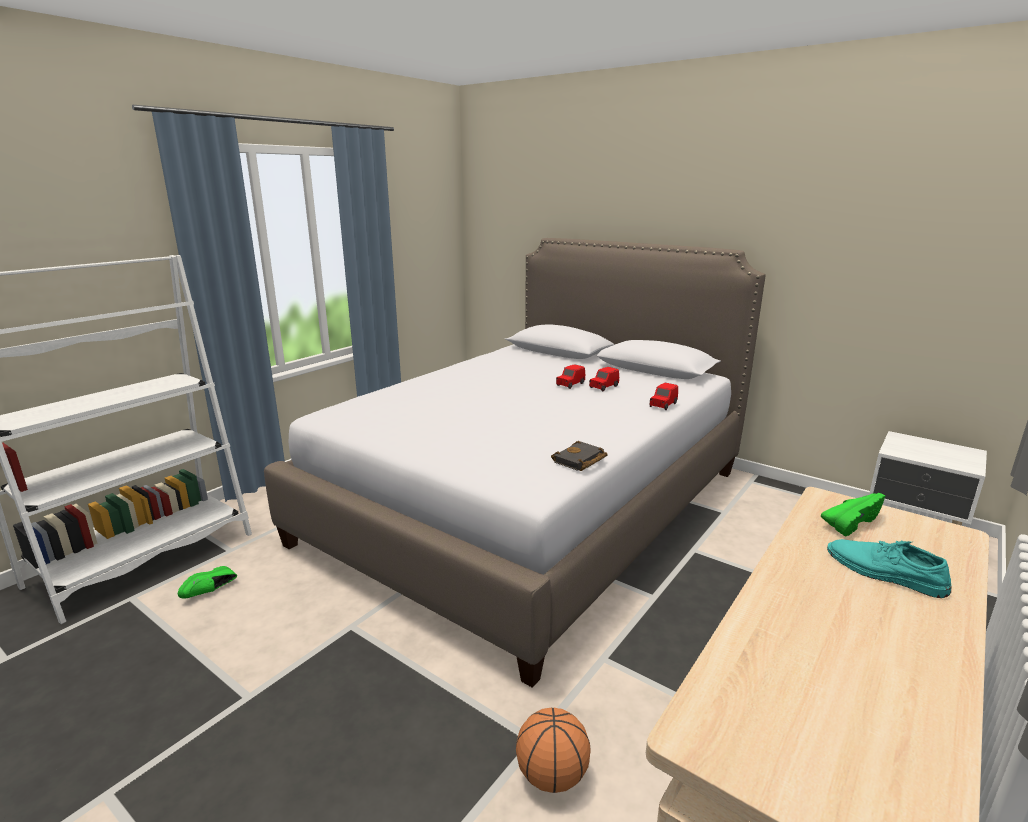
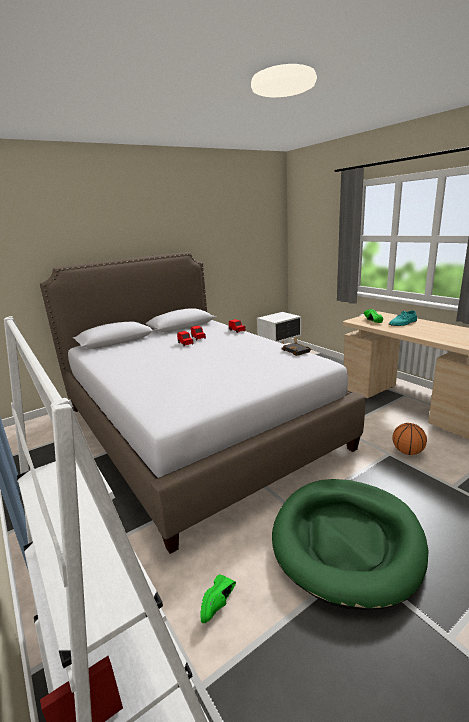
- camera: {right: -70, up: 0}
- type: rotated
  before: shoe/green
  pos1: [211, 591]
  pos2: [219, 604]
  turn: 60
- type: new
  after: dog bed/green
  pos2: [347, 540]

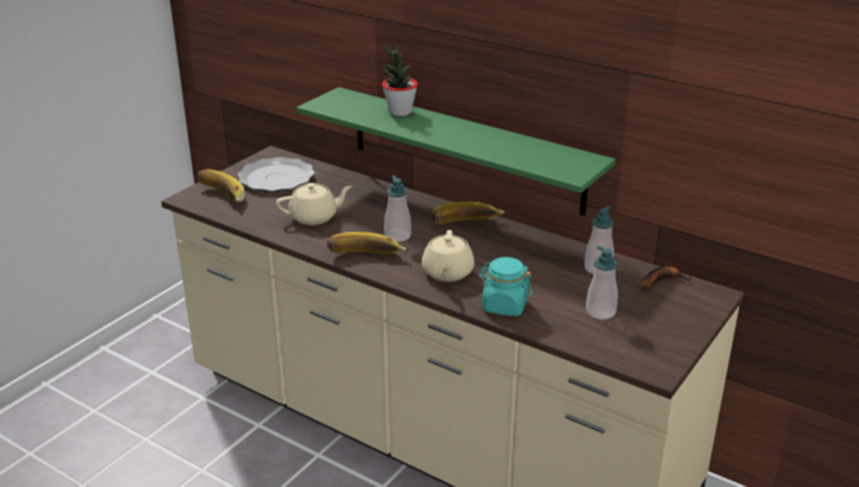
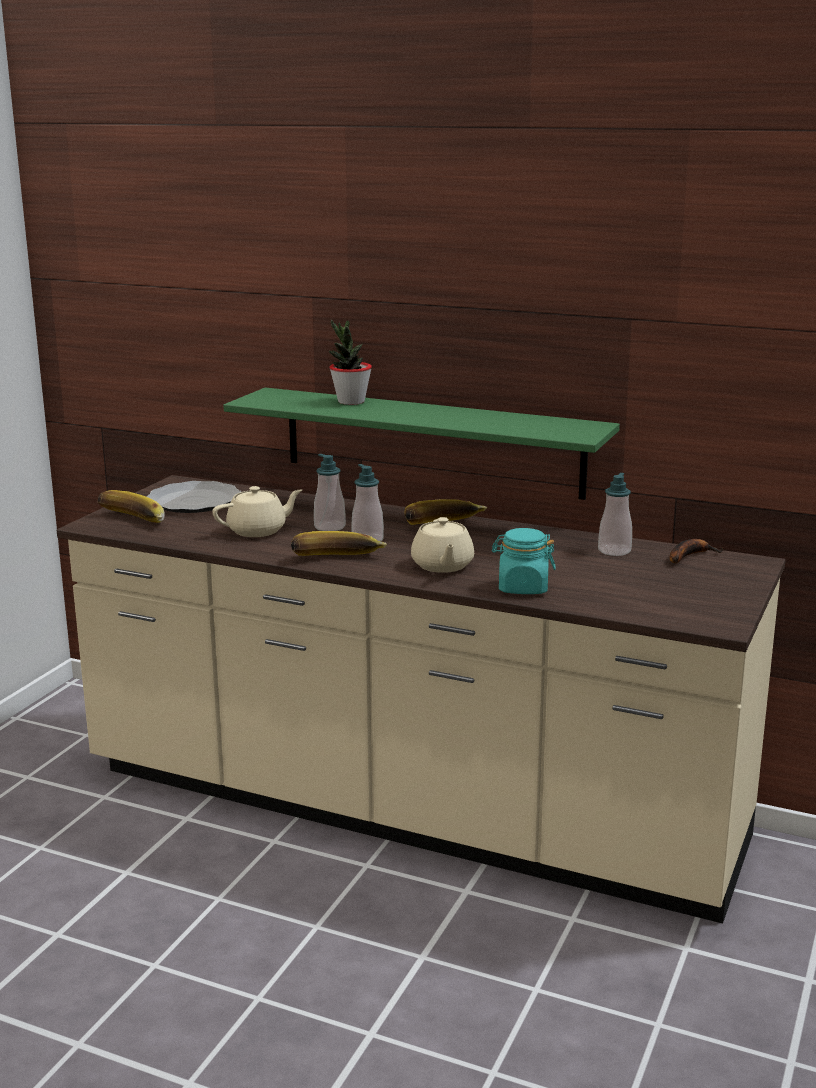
- camera: {right: -10, up: -10}
- type: shifted
  before: soap dispenser
  pos1: [600, 312]
  pos2: [329, 527]

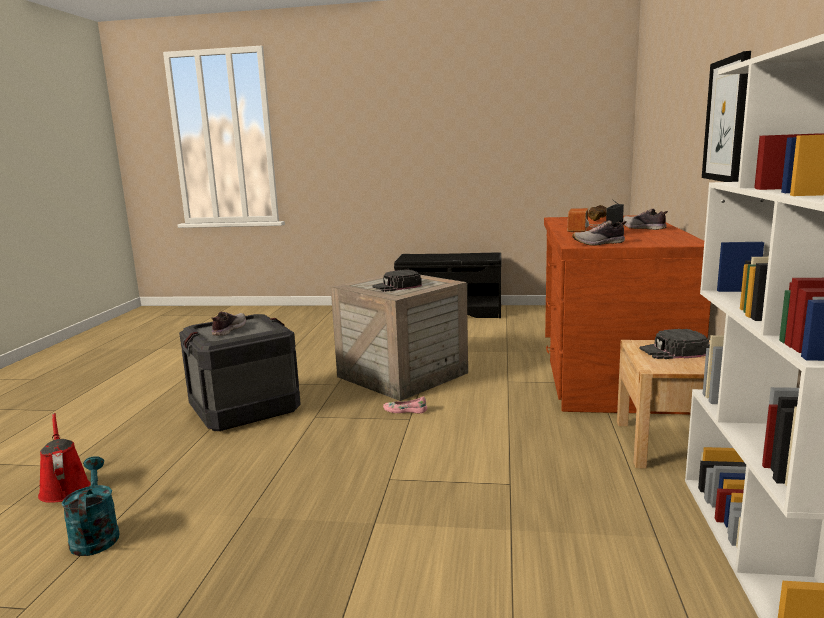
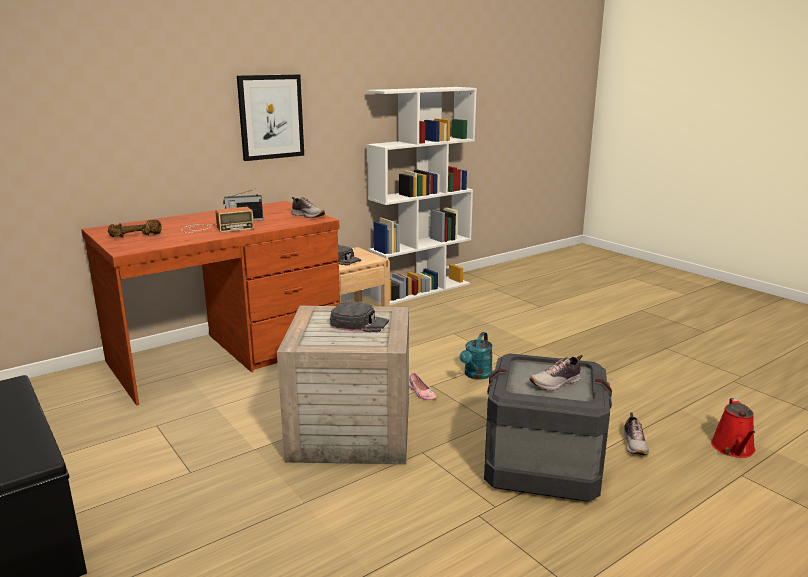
- camera: {right: -135, up: 5}
- type: shifted
  before: watering can/turquoise
  pos1: [95, 535]
  pos2: [476, 375]
- type: shifted
  before: shoe
  pos1: [643, 228]
  pos2: [635, 445]

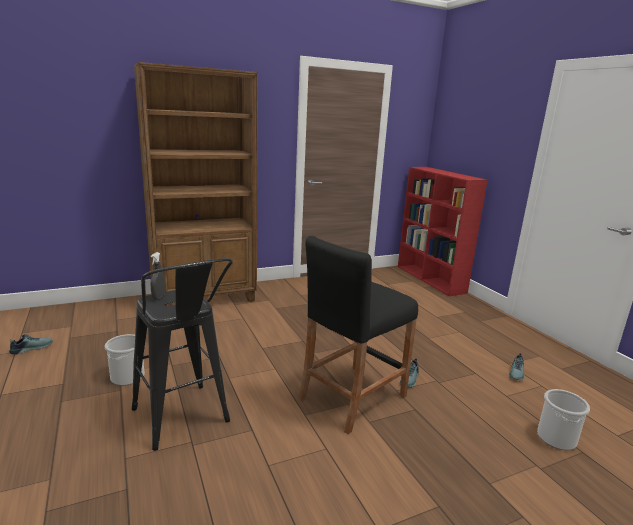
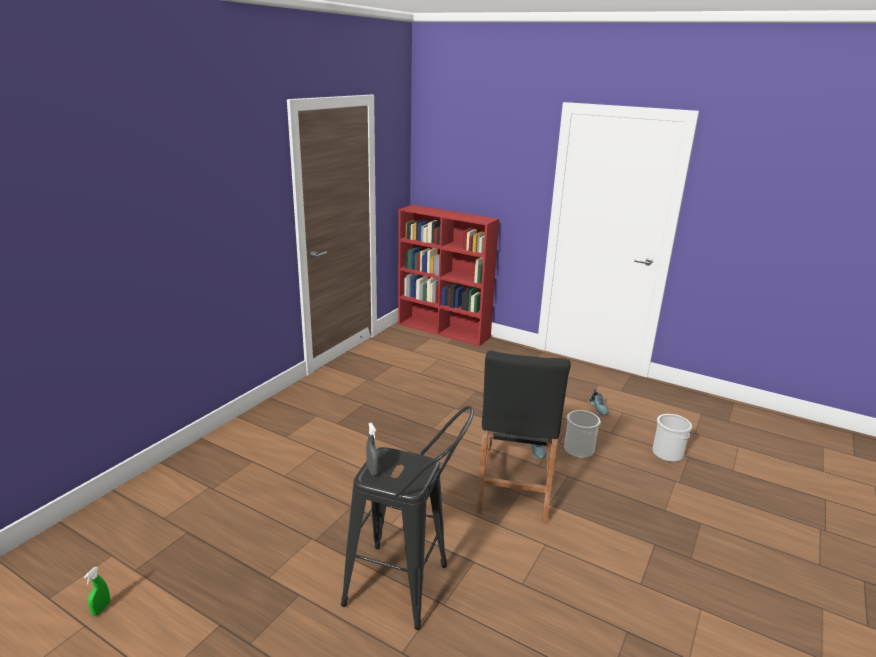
- camera: {right: -35, up: 5}
- type: swapped
  before: shoe
  after: spray bottle/green
  pos1: [31, 348]
  pos2: [101, 609]
- type: shifted
  before: bucket
  pos1: [127, 376]
  pos2: [578, 449]
- type: gone
  before: bookcase/brown
  pos1: [205, 298]

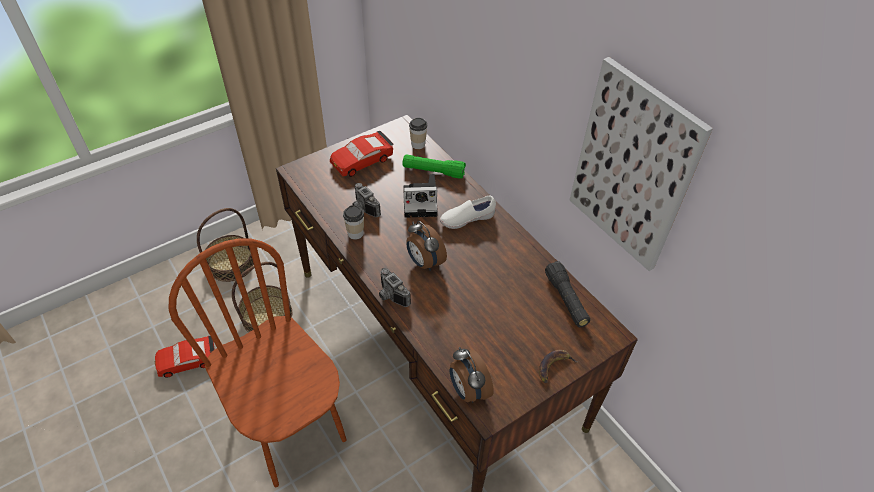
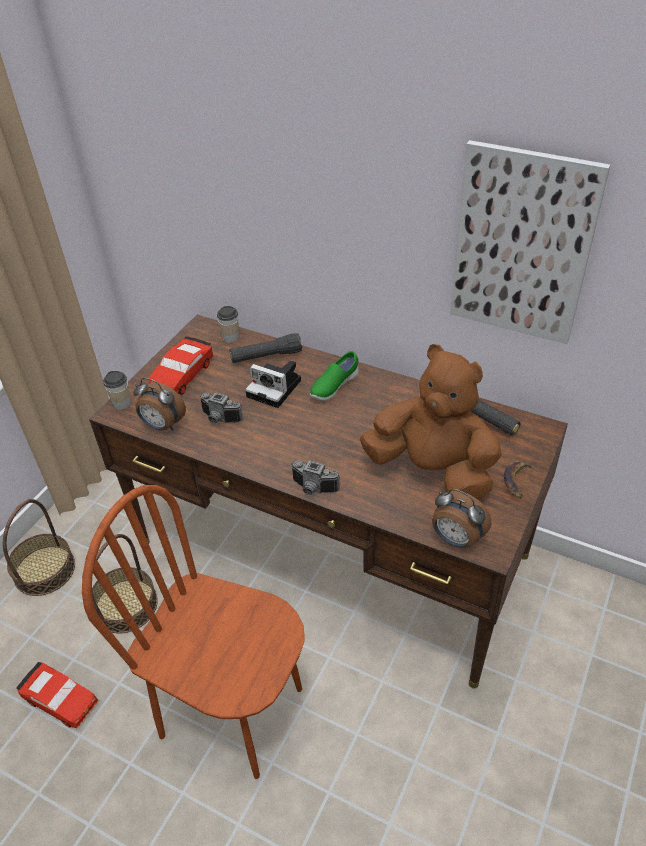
- camera: {right: -25, up: -5}
- type: rotated
  before: toy car/red
  pos1: [187, 360]
  pos2: [60, 699]
  turn: -105
- type: shifted
  before: cup
  pos1: [355, 233]
  pos2: [122, 404]
- type: shifted
  before: alarm clock
  pos1: [424, 262]
  pos2: [162, 426]
- type: repainted
  before: flashlight/green
  after: flashlight/black
  pos1: [433, 171]
  pos2: [266, 356]
- type: rotated
  before: photo camera
  pos1: [421, 202]
  pos2: [276, 388]
  turn: 60
- type: repainted
  before: shoe/white
  after: shoe/green
  pos1: [466, 219]
  pos2: [334, 387]
- type: new
  after: plush toy/brown
  pos2: [432, 470]

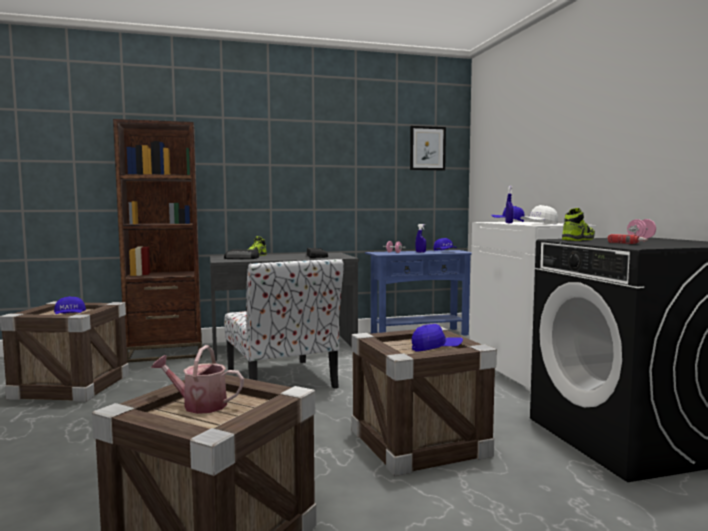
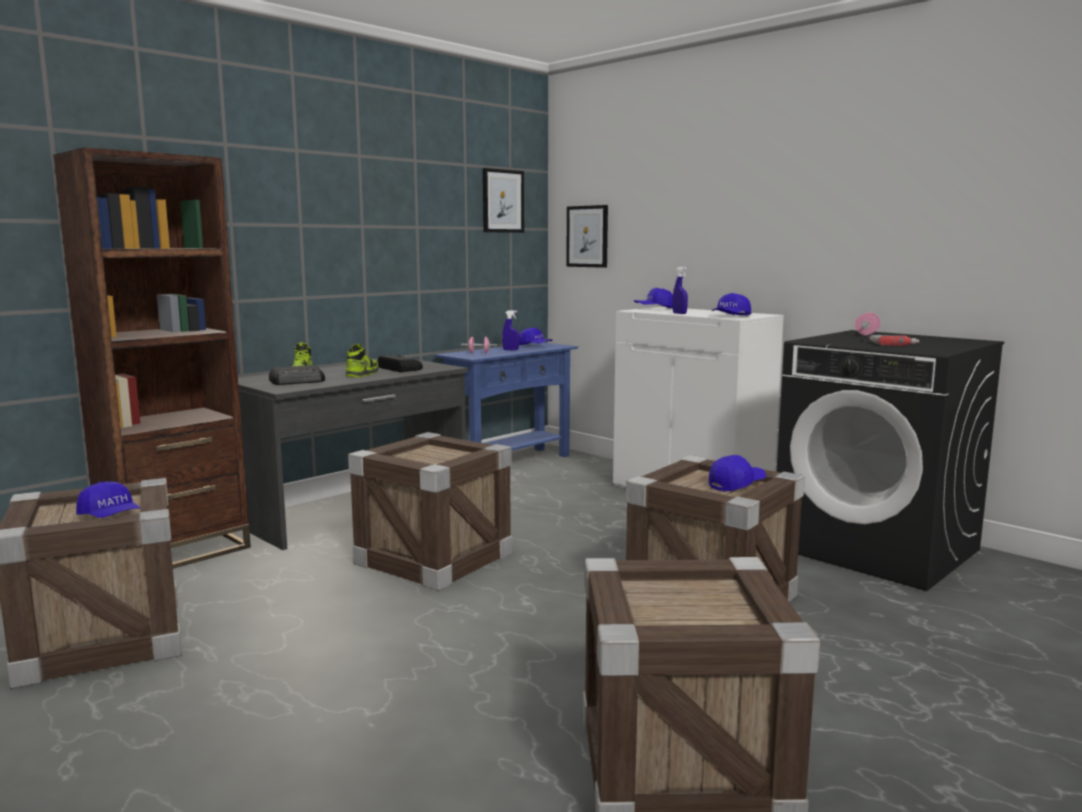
- camera: {right: -30, up: 5}
- type: shifted
  before: shoe
  pos1: [578, 239]
  pos2: [362, 374]
- type: swapped
  before: chair
  after: crate
  pos1: [282, 380]
  pos2: [434, 558]
- type: new
  after: picture
  pos2: [587, 236]
- type: repainted
  before: cap/white
  after: cap/blue
  pos1: [539, 224]
  pos2: [730, 316]
- type: gone
  before: watering can
  pos1: [199, 405]

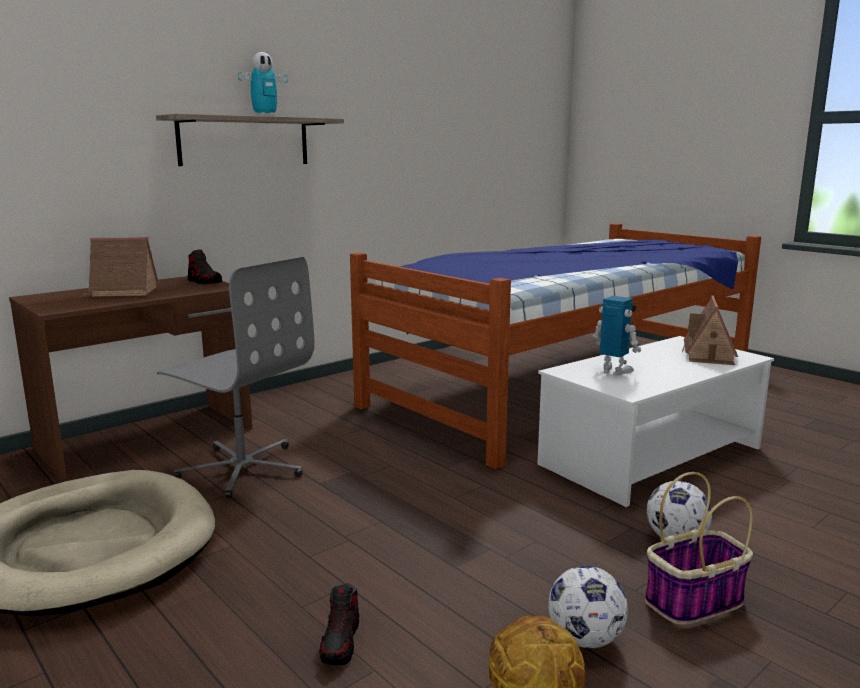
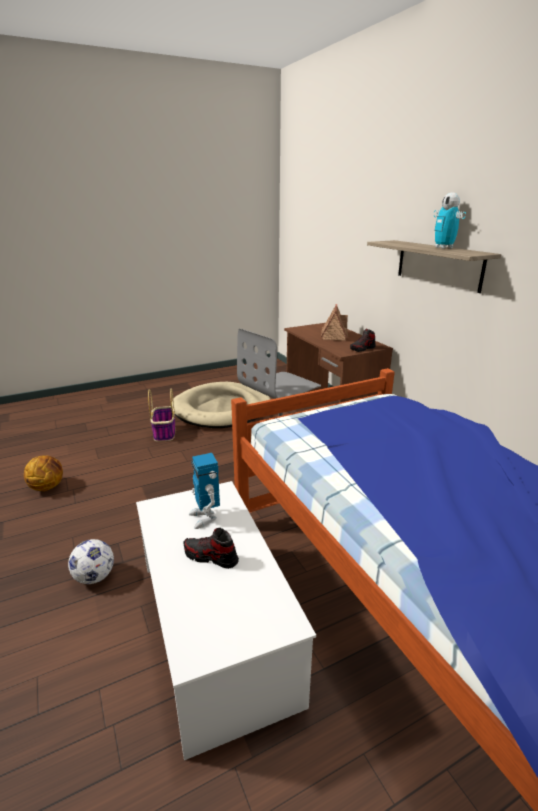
- camera: {right: 105, up: 10}
- type: shifted
  before: basket
  pos1: [693, 602]
  pos2: [164, 432]
- type: shifted
  before: shoe
  pos1: [341, 642]
  pos2: [211, 557]
- type: rotated
  before: toy robot
  pos1: [614, 371]
  pos2: [205, 517]
  turn: 105
- type: gone
  before: football
  pos1: [585, 639]
- type: gone
  before: toy house
  pos1: [709, 354]

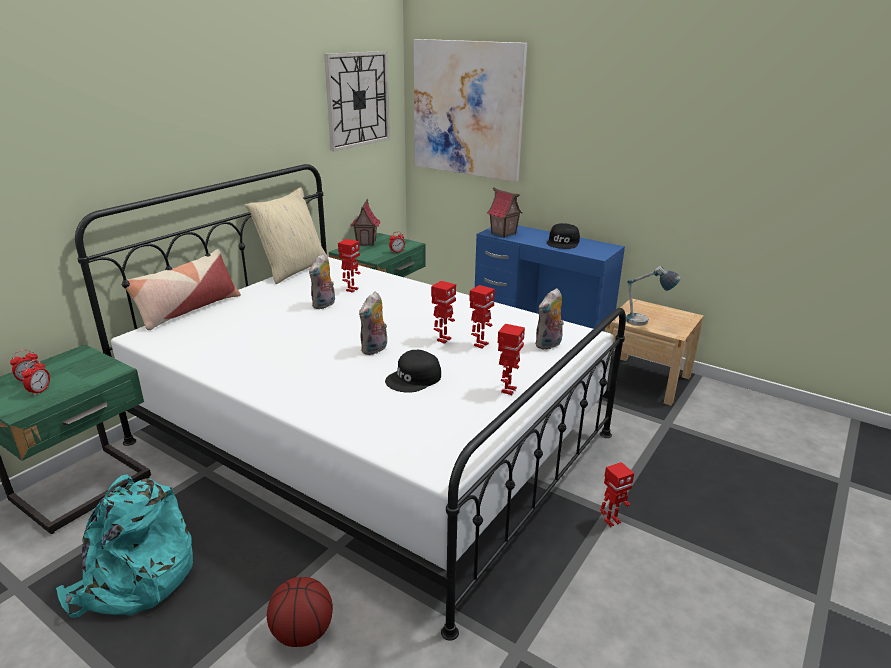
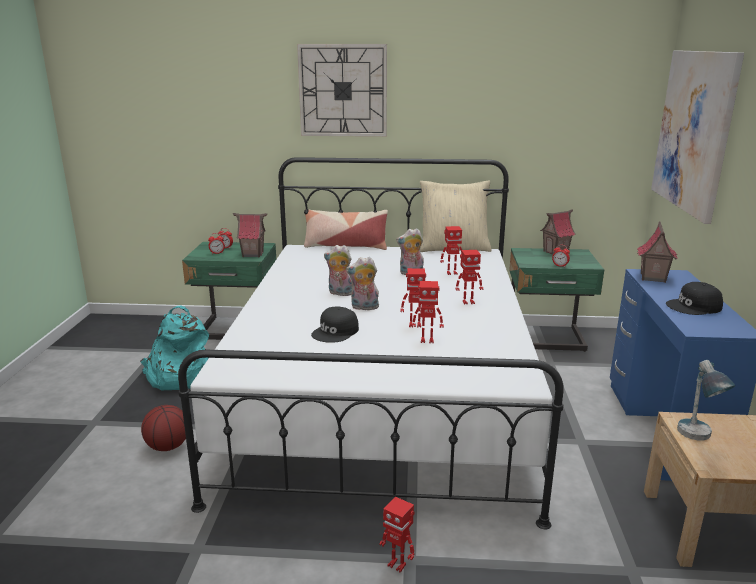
- camera: {right: 60, up: -5}
- type: new
  after: toy house
  pos2: [253, 254]
- type: shifted
  before: wall clock
  pos1: [358, 100]
  pos2: [343, 91]
- type: rotated
  before: cap/black
  pos1: [414, 379]
  pos2: [336, 332]
  turn: -75
- type: shifted
  before: plush toy
  pos1: [548, 345]
  pos2: [339, 293]
- type: shifted
  before: toy robot
  pos1: [507, 390]
  pos2: [468, 302]

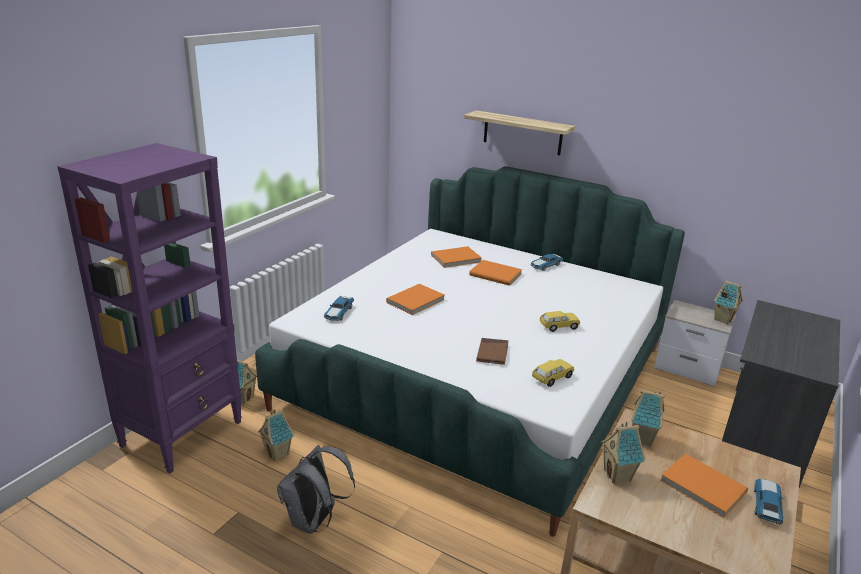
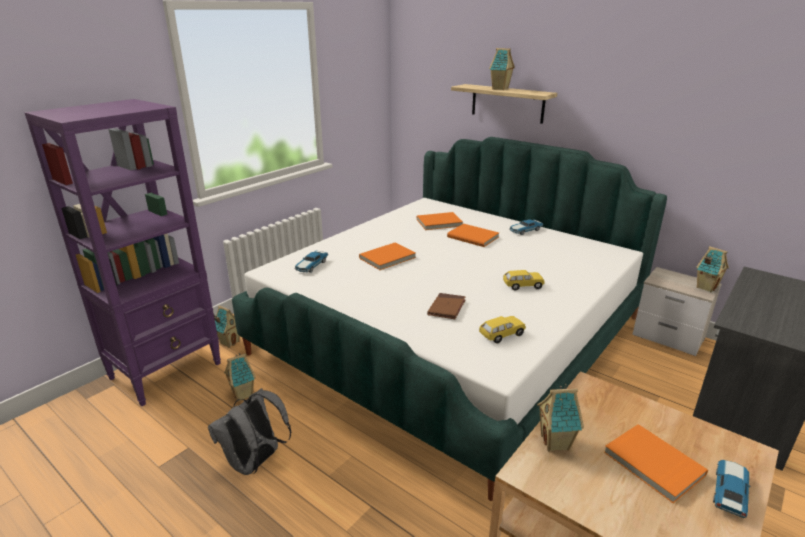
- camera: {right: 10, up: 0}
- type: shifted
  before: toy house
  pos1: [643, 439]
  pos2: [500, 89]

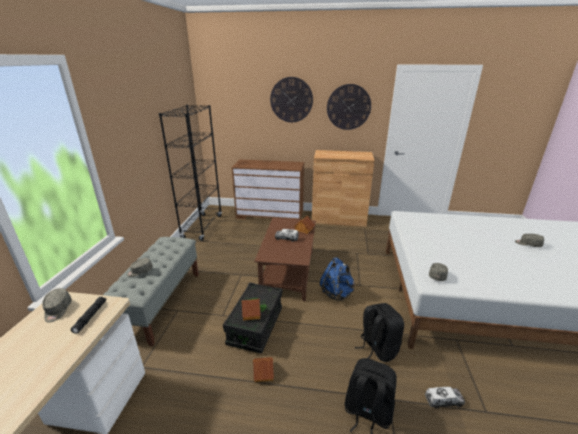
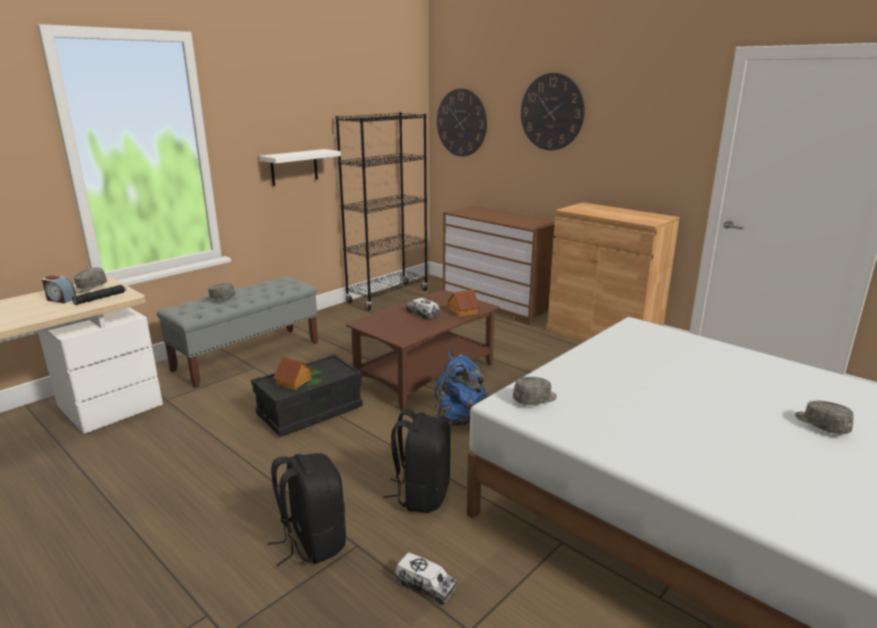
- camera: {right: 35, up: -5}
- type: new
  after: alarm clock
  pos2: [60, 299]
- type: new
  after: shelf/white
  pos2: [294, 167]
- type: shifted
  before: wall clock
  pos1: [348, 107]
  pos2: [461, 122]
- type: gone
  before: toy house
  pos1: [263, 372]

